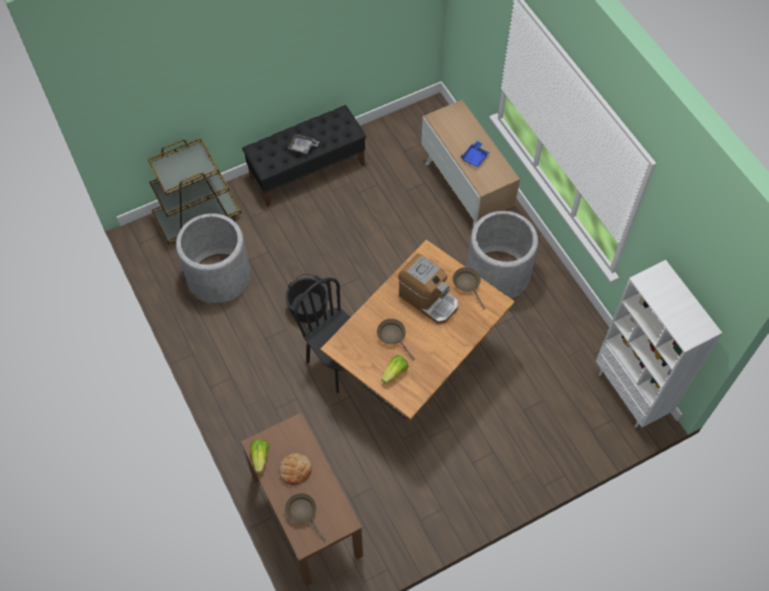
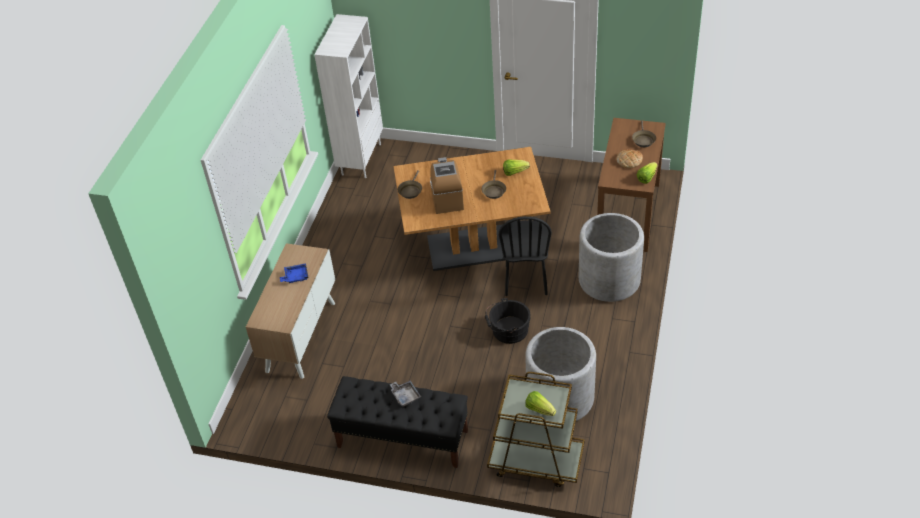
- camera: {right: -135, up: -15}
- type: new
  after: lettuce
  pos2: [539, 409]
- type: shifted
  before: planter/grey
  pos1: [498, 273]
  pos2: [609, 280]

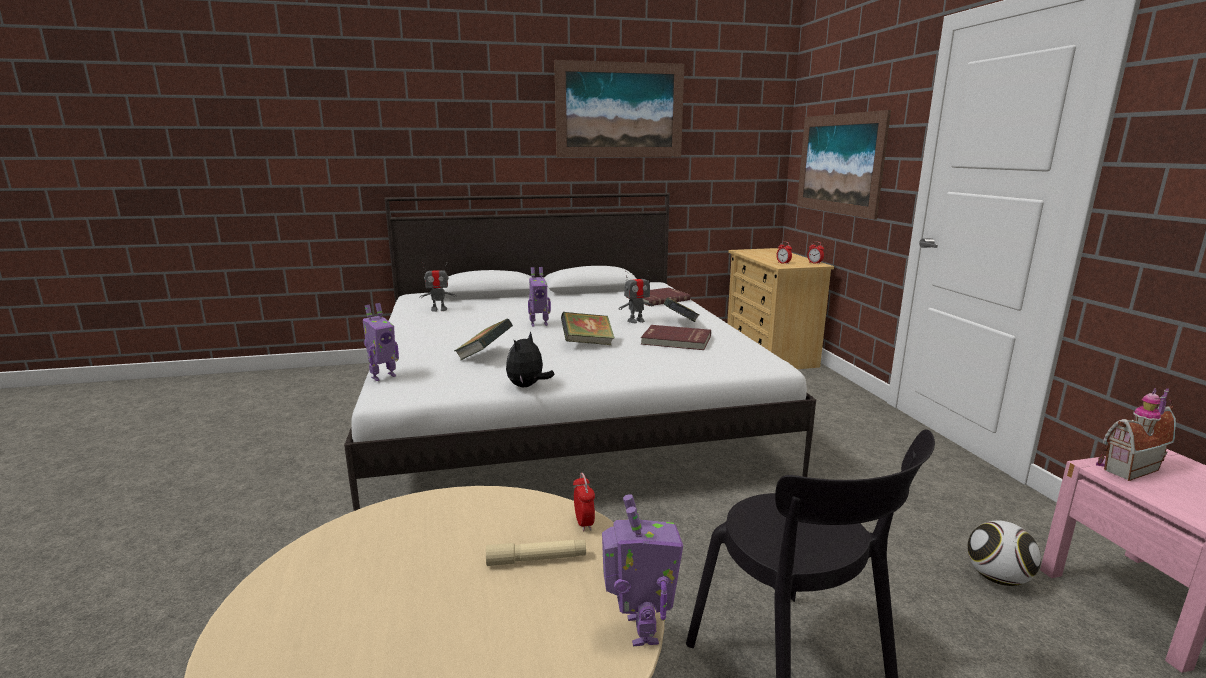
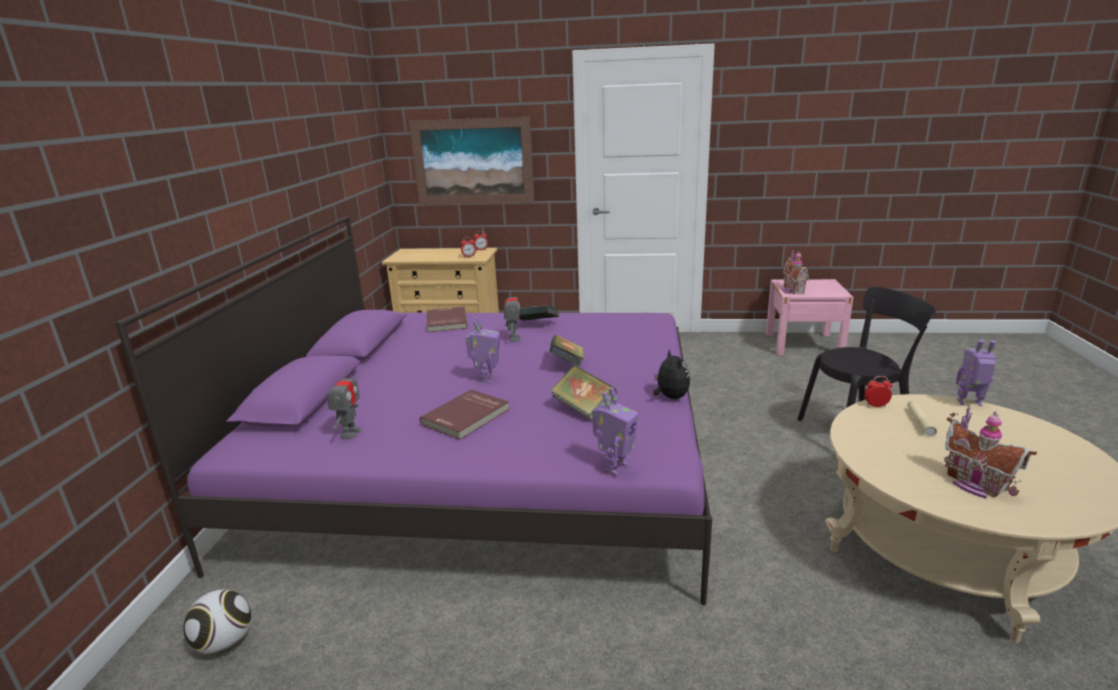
- camera: {right: -70, up: 5}
- type: repainted
  before: bed/white
  after: bed/purple
  pos1: [561, 409]
  pos2: [489, 458]
- type: shifted
  before: football
  pos1: [997, 578]
  pos2: [225, 643]
- type: shifted
  before: book/red
  pos1: [676, 340]
  pos2: [467, 417]
- type: rotated
  before: toy robot
  pos1: [383, 376]
  pos2: [614, 467]
  turn: 60
- type: rotated
  before: plush toy
  pos1: [527, 386]
  pos2: [670, 397]
  turn: -150
- type: new
  after: toy house
  pos2: [974, 485]
- type: gone
  before: picture
  pos1: [620, 110]

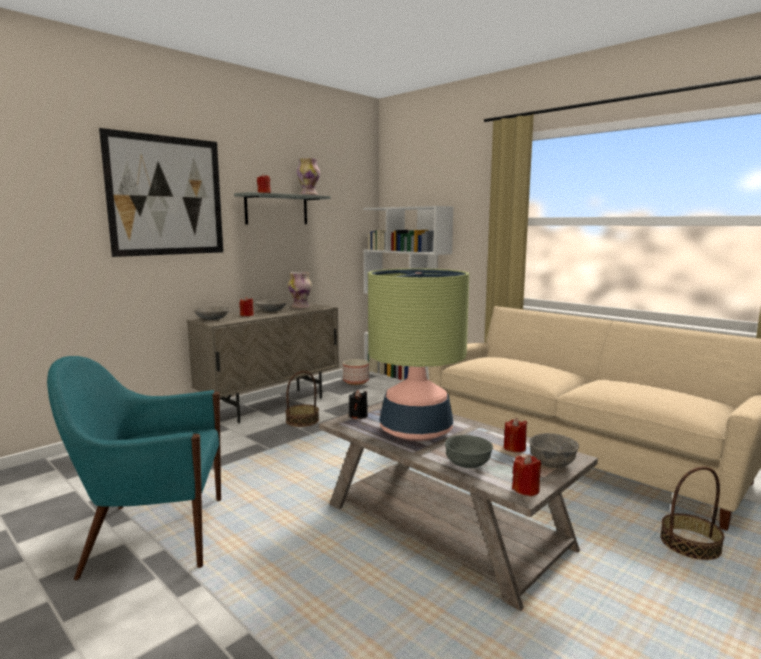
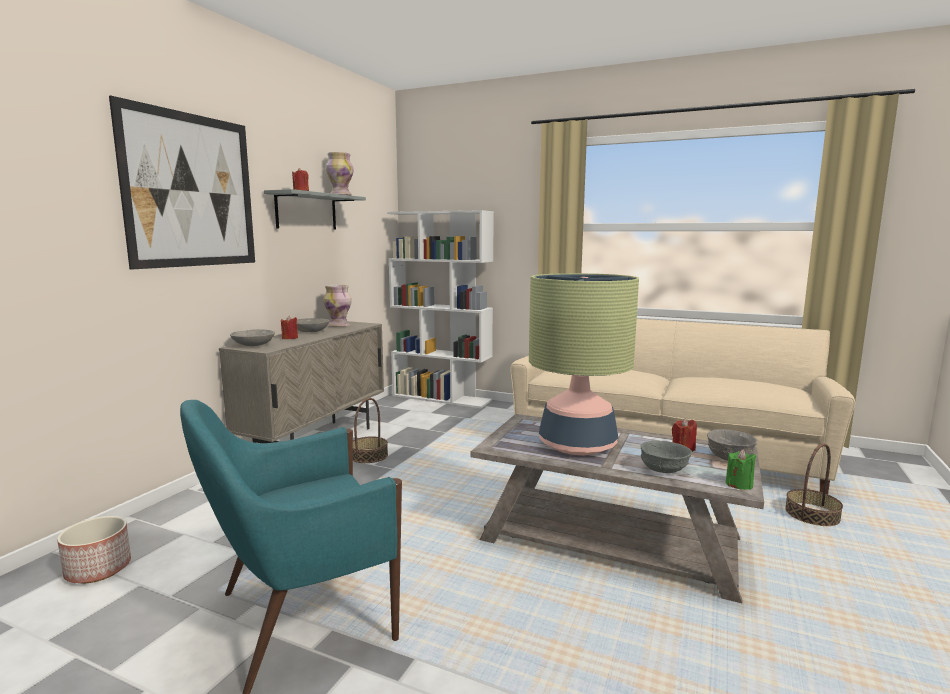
- camera: {right: -20, up: 0}
- type: shifted
  before: planter
  pos1: [355, 381]
  pos2: [98, 569]
- type: repainted
  before: candle/red
  after: candle/green
  pos1: [526, 489]
  pos2: [739, 484]
- type: gone
  before: candle/black
  pos1: [358, 416]

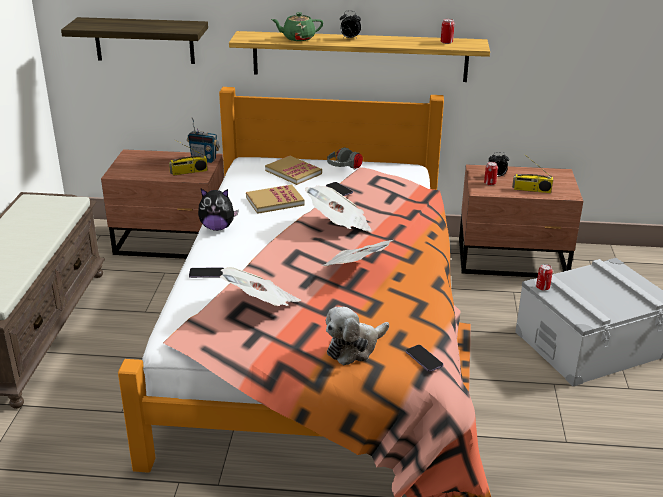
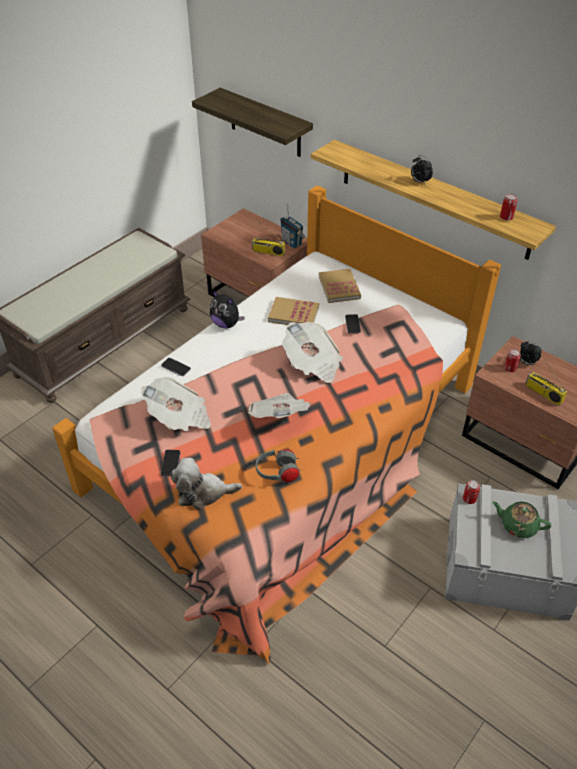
- camera: {right: 35, up: 15}
- type: shifted
  before: phone
  pos1: [424, 359]
  pos2: [170, 463]
- type: shifted
  before: headphones/grey
  pos1: [344, 168]
  pos2: [278, 473]
- type: shifted
  before: teapot/green
  pos1: [298, 38]
  pos2: [518, 525]

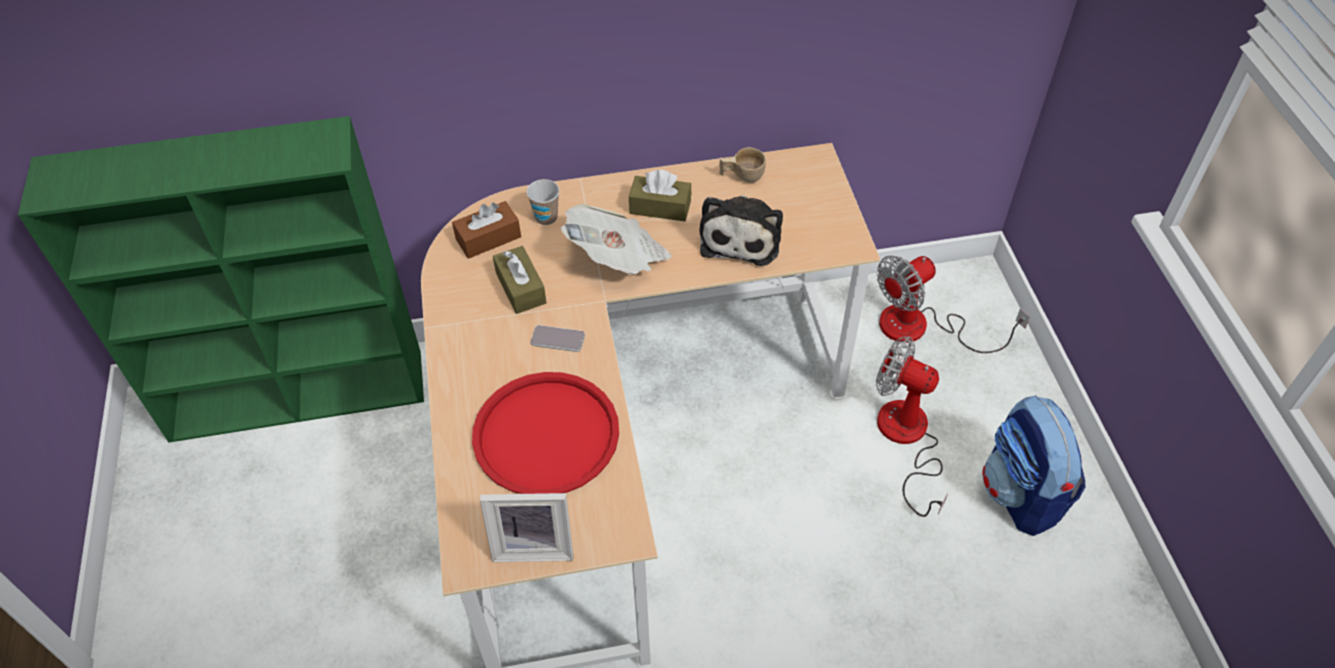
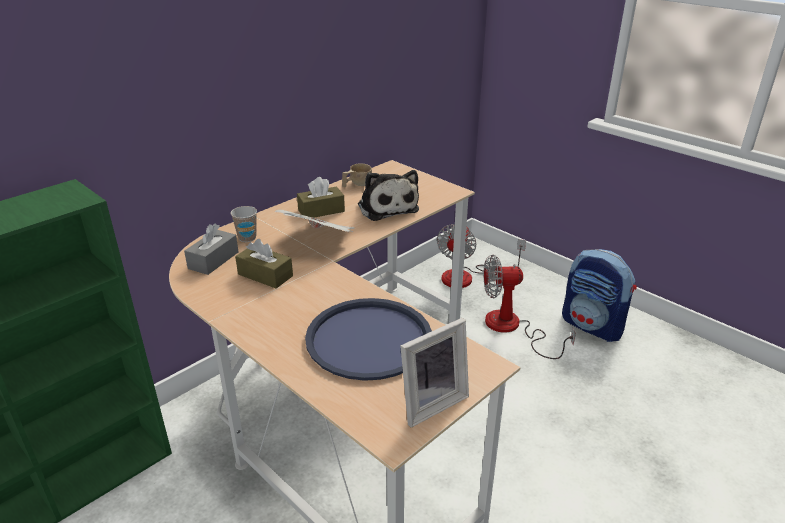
- camera: {right: -35, up: -20}
- type: repainted
  before: tissue box/brown
  after: tissue box/grey
  pos1: [488, 238]
  pos2: [213, 260]
- type: repainted
  before: tray/red
  after: tray/blue
  pos1: [546, 435]
  pos2: [369, 339]
- type: gone
  before: phone
  pos1: [558, 339]

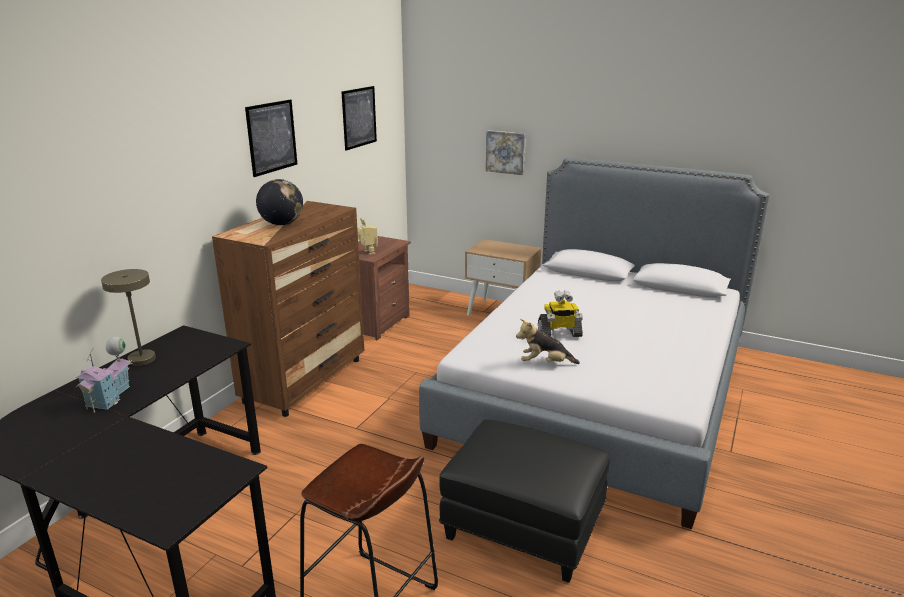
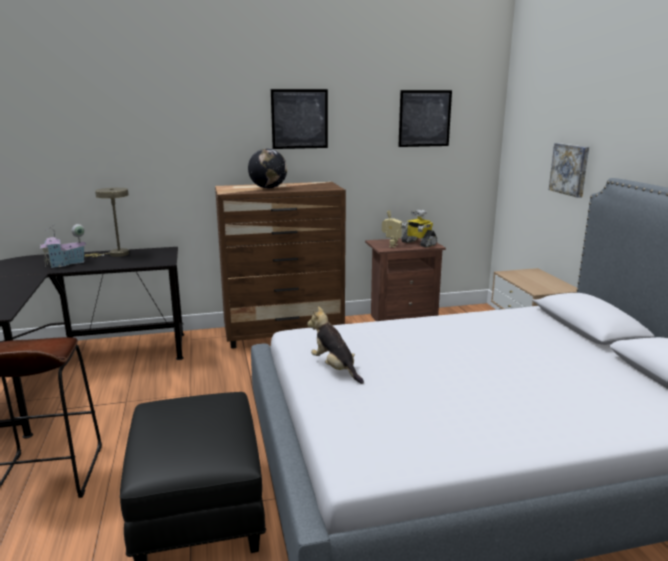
- camera: {right: 50, up: -5}
- type: shifted
  before: toy robot
  pos1: [559, 333]
  pos2: [418, 243]

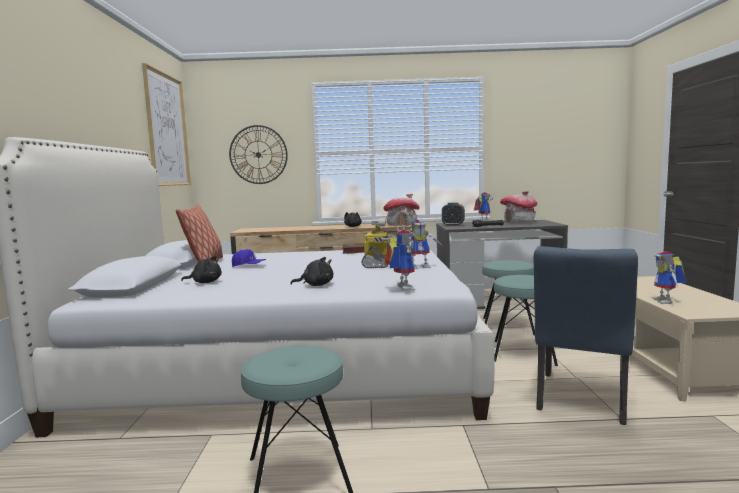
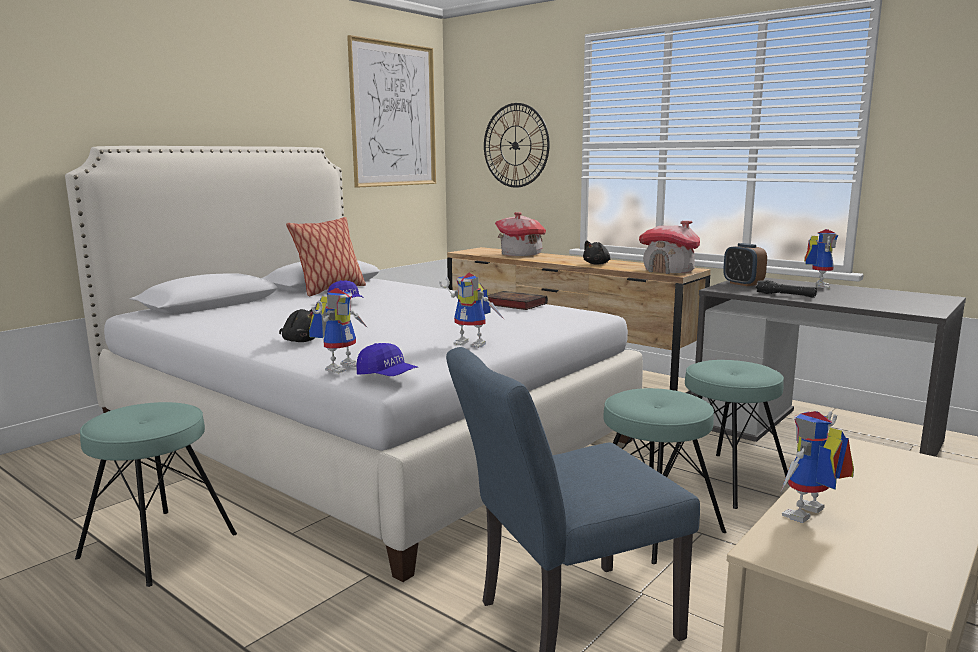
- camera: {right: 40, up: 5}
- type: new
  after: cap/blue
  pos2: [387, 376]
- type: shifted
  before: toy house
  pos1: [519, 221]
  pos2: [520, 254]
- type: gone
  before: plush toy/black
  pos1: [205, 282]
- type: gone
  before: toy robot
  pos1: [377, 264]

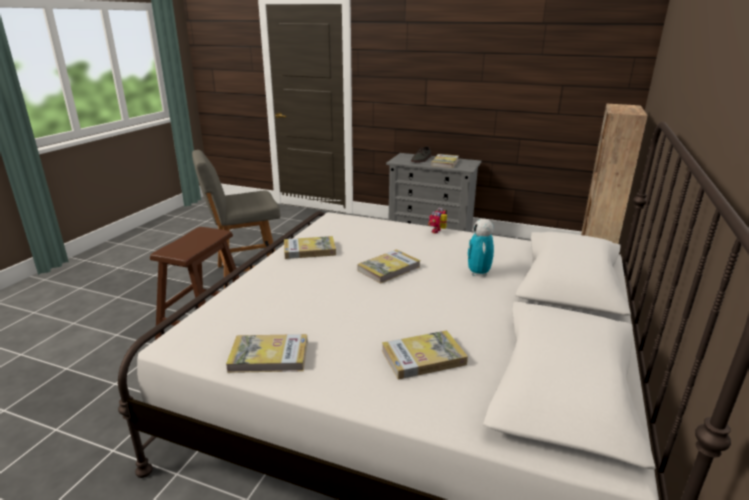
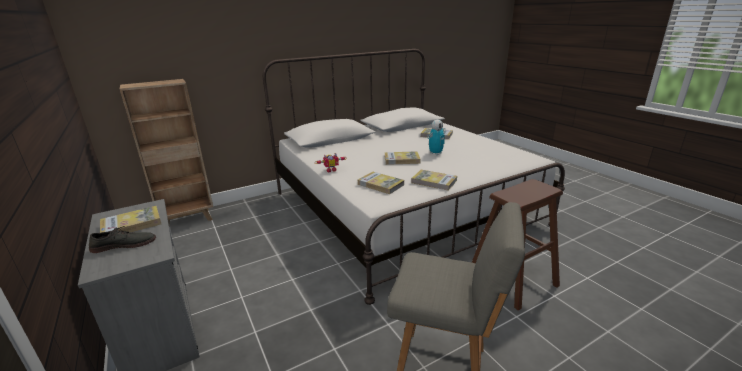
- camera: {right: -140, up: 0}
- type: shifted
  before: book
  pos1: [269, 356]
  pos2: [380, 184]
- type: shifted
  before: toy robot
  pos1: [478, 273]
  pos2: [435, 153]

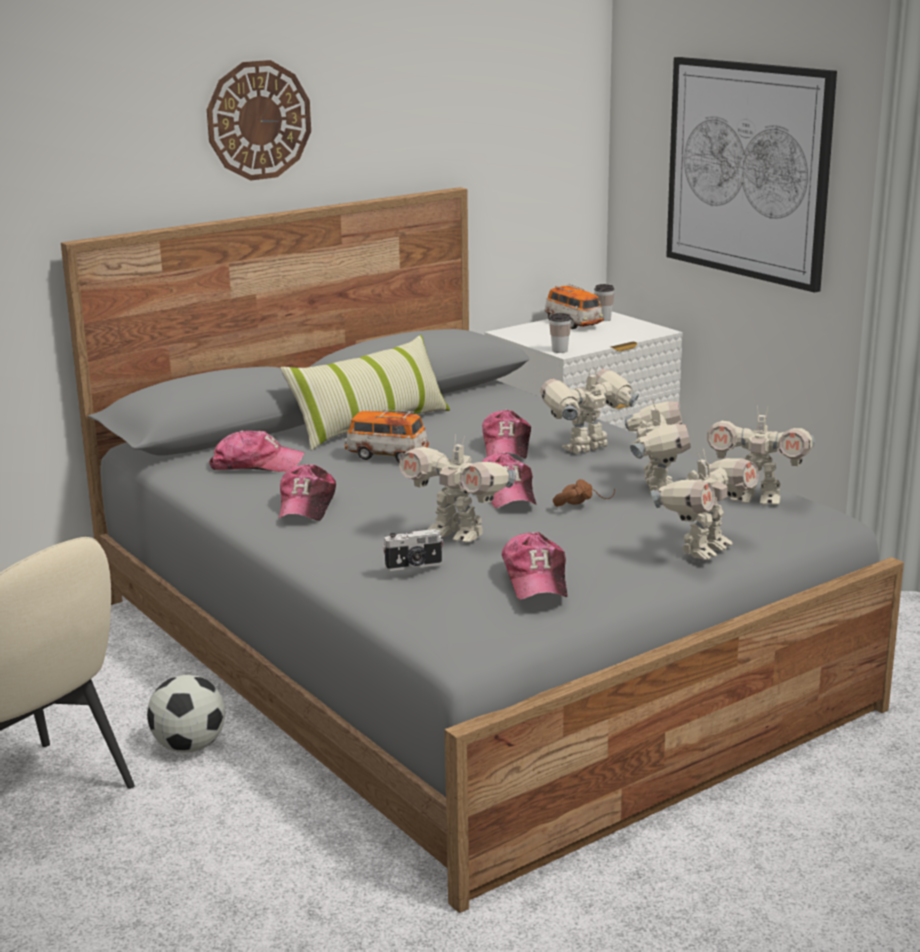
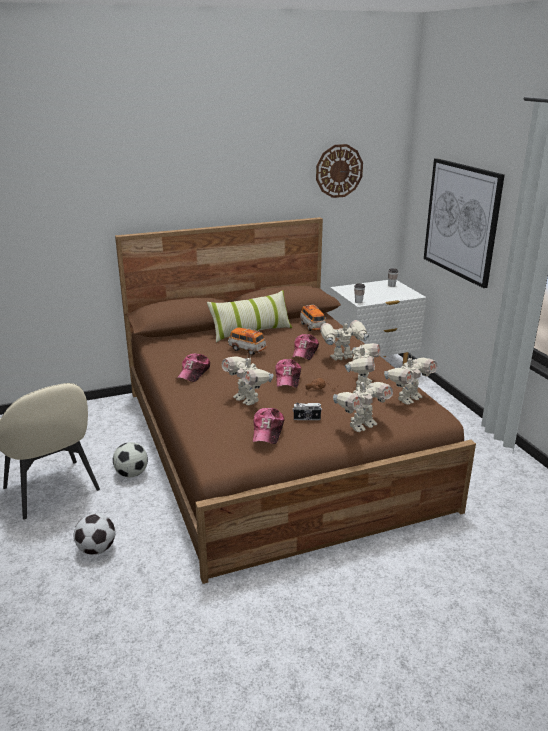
- camera: {right: 15, up: 5}
- type: new
  after: football
  pos2: [97, 549]
- type: repainted
  before: bed/grey
  after: bed/brown
  pos1: [462, 650]
  pos2: [274, 444]
- type: shifted
  before: photo camera
  pos1: [414, 566]
  pos2: [307, 419]
- type: shifted
  before: toy car
  pos1: [573, 324]
  pos2: [312, 327]
- type: shifted
  before: wall clock
  pos1: [258, 120]
  pos2: [339, 171]
- type: rotated
  before: toy robot
  pos1: [756, 499]
  pos2: [408, 399]
  turn: -75
- type: gone
  before: cap
  pos1: [256, 465]

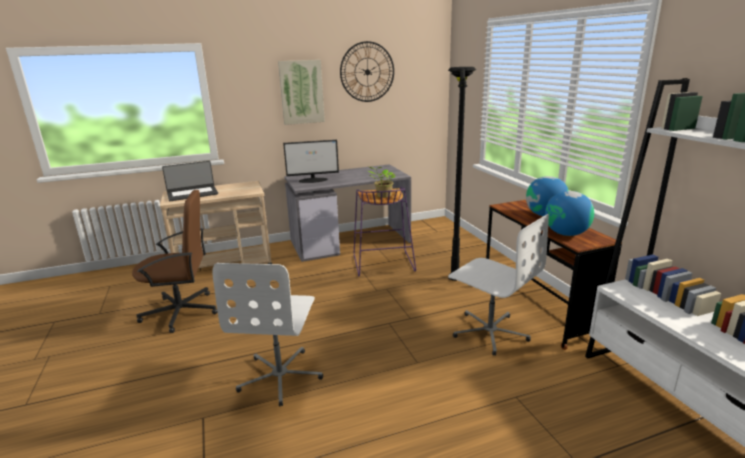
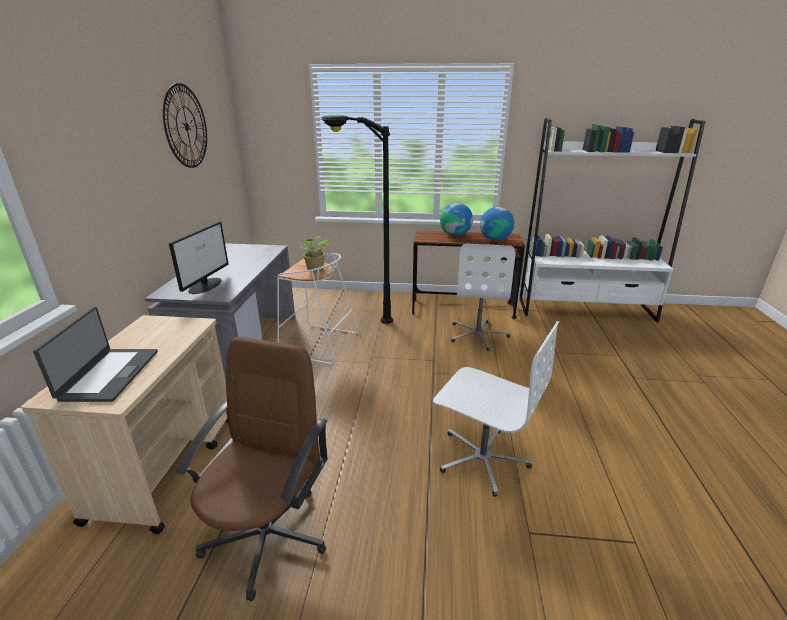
- camera: {right: -65, up: 5}
- type: repainted
  before: stool/purple
  after: stool/white
  pos1: [382, 263]
  pos2: [318, 344]
- type: rotated
  before: office chair/white
  pos1: [490, 332]
  pos2: [478, 335]
  turn: 120
- type: gone
  before: picture
  pos1: [301, 92]

